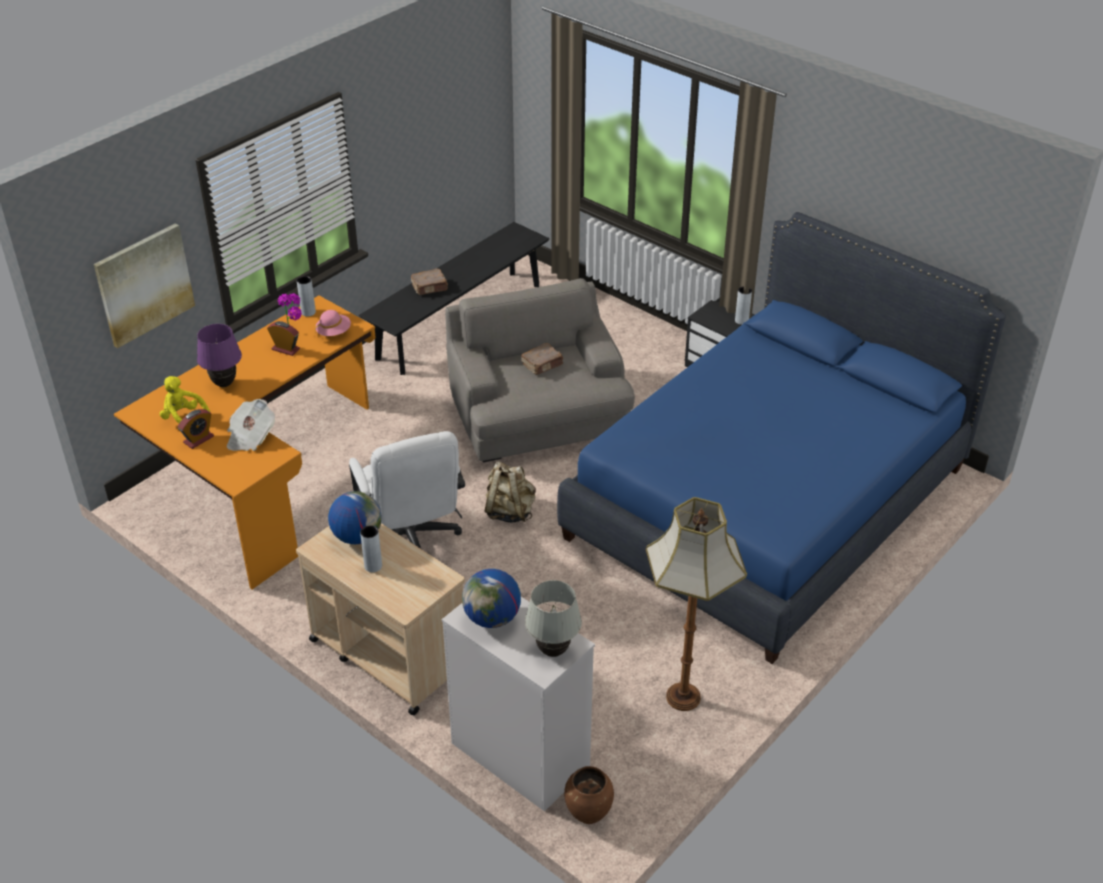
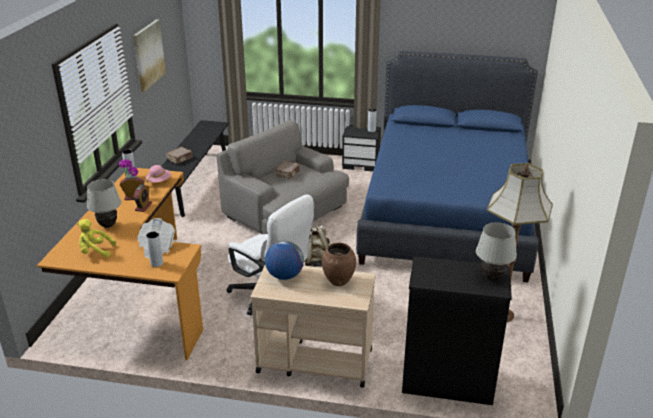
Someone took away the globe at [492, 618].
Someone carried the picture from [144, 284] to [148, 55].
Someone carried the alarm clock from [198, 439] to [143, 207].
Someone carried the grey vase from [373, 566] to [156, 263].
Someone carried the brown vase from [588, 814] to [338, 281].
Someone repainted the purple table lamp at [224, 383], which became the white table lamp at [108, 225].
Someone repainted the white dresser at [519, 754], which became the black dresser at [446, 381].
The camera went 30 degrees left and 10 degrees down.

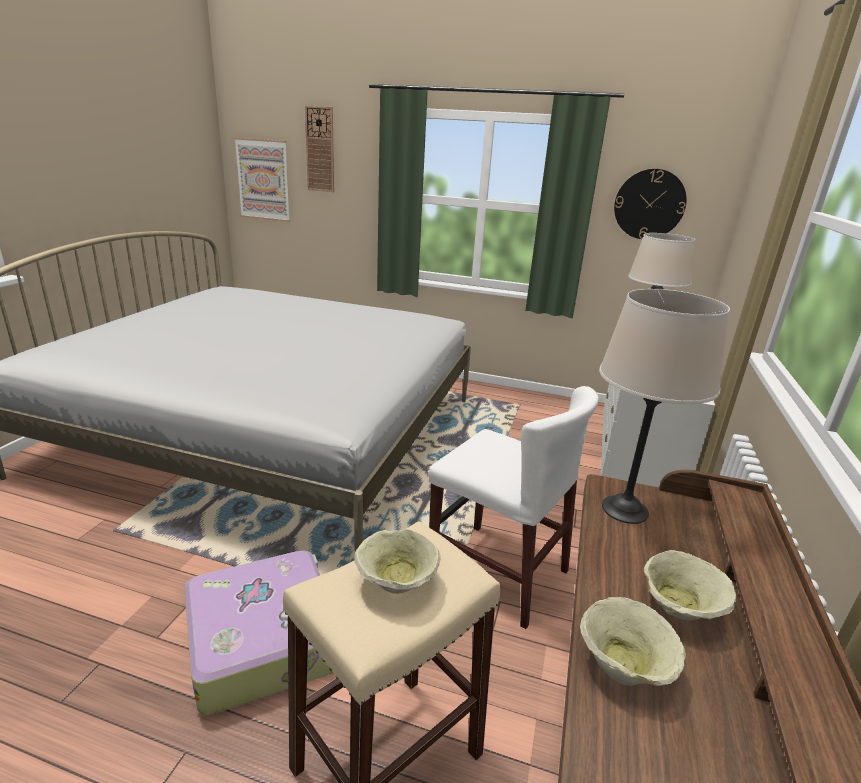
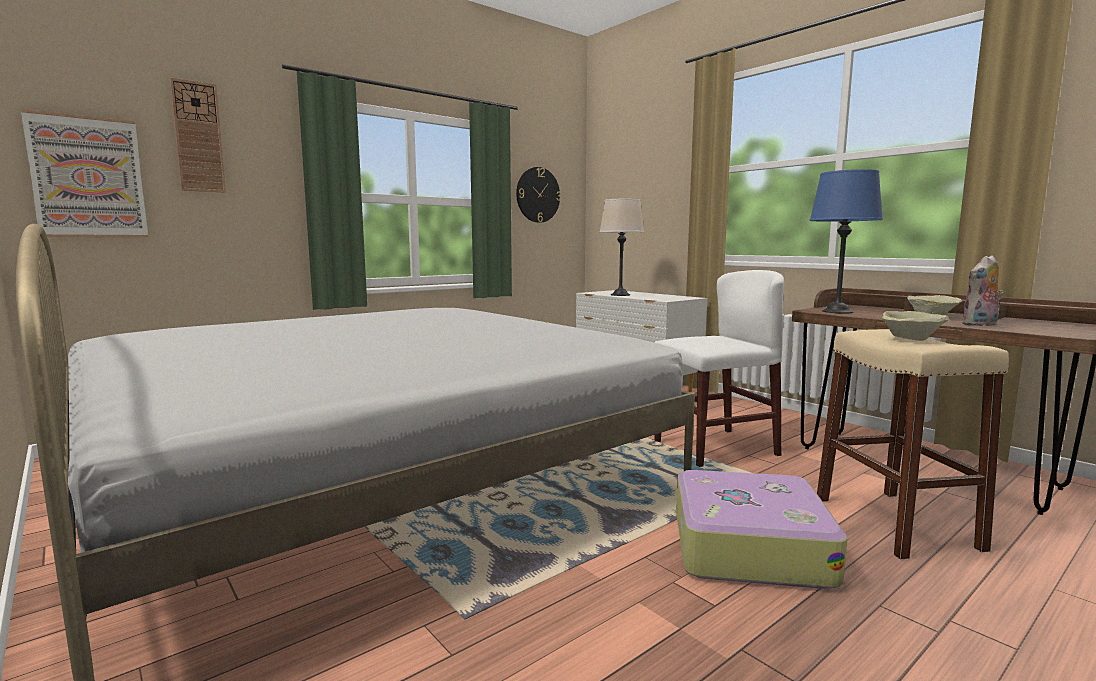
Someone swapped the beige bowl at [625, 665] for the plush toy at [980, 325].
Someone repainted the beige table lamp at [625, 509], which became the blue table lamp at [837, 311].
The camera went 55 degrees left and 15 degrees down.

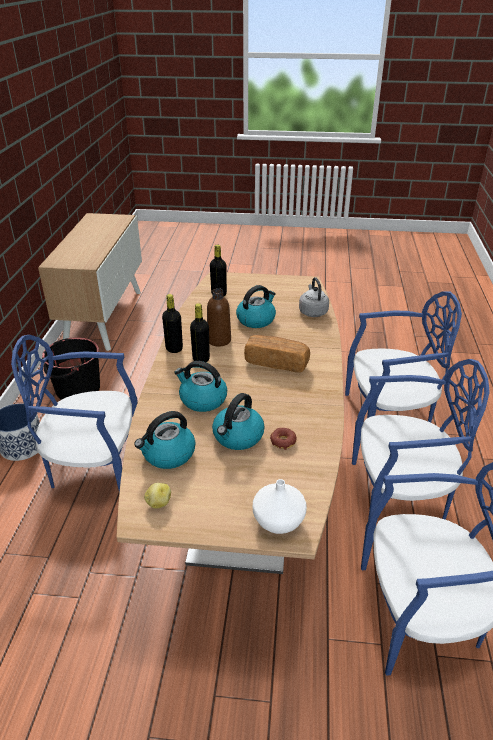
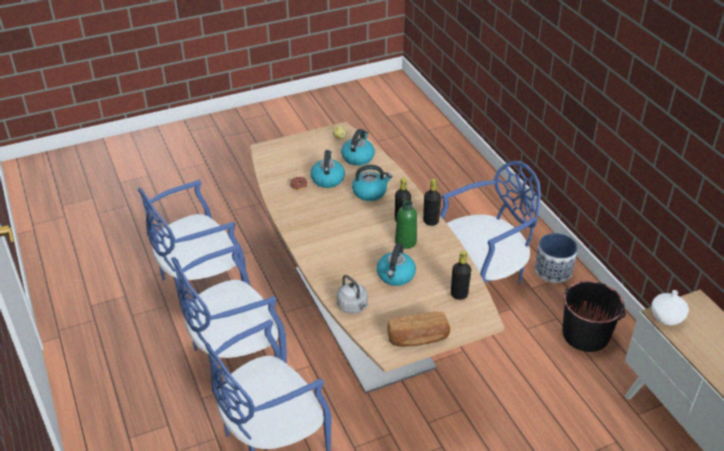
Someone carried the bread from [276, 362] to [418, 338].
Someone carried the white vase from [279, 520] to [666, 318].
Someone repainted the brown bottle at [219, 340], which became the green bottle at [405, 242].
The camera went 150 degrees right and 5 degrees up.

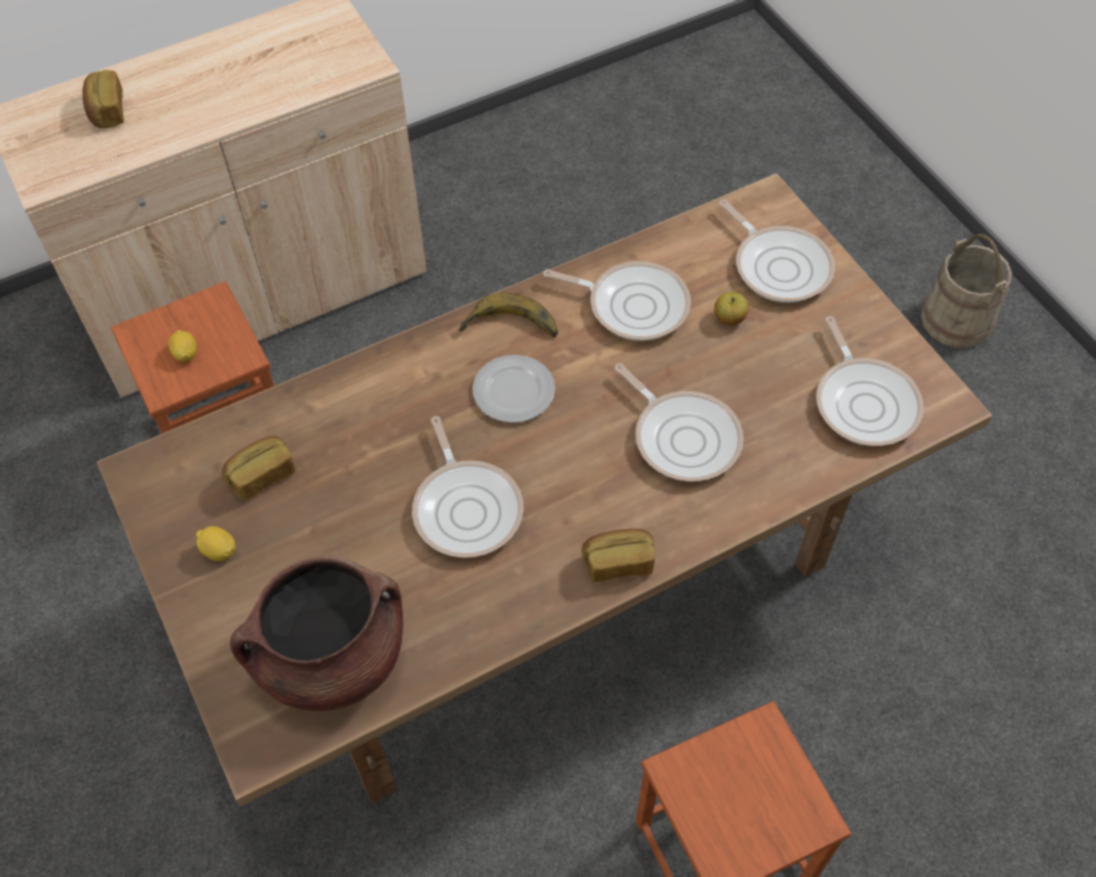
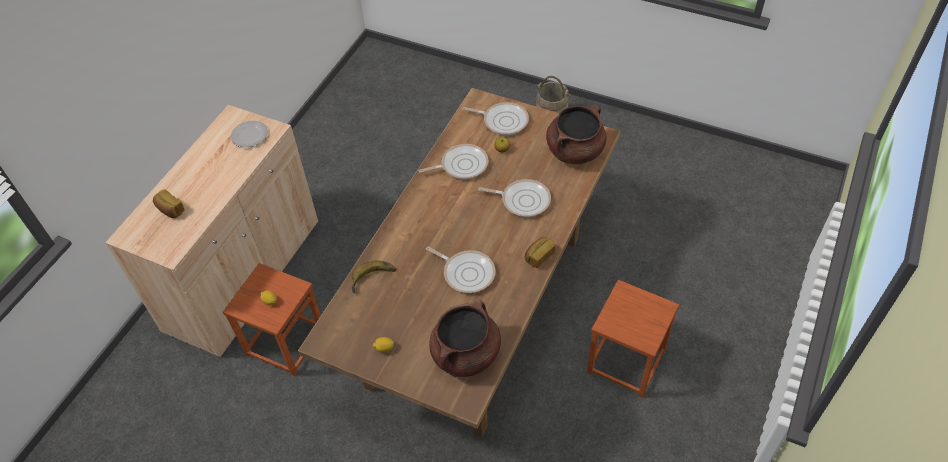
Someone took away the bread at [261, 475].
Someone carried the banana from [510, 330] to [374, 279].
Someone carried the plate from [513, 392] to [250, 136].
Someone swapped the frying pan at [864, 401] for the brown cooking pot at [575, 151].
The camera went 35 degrees left and 5 degrees down.

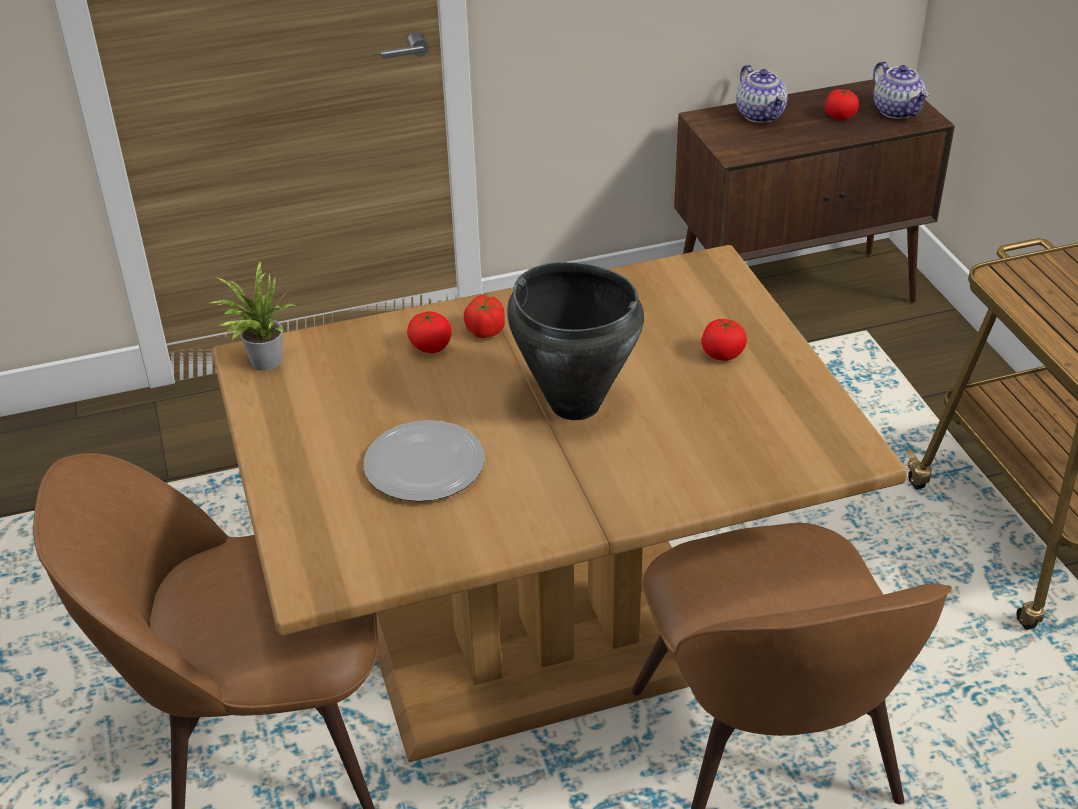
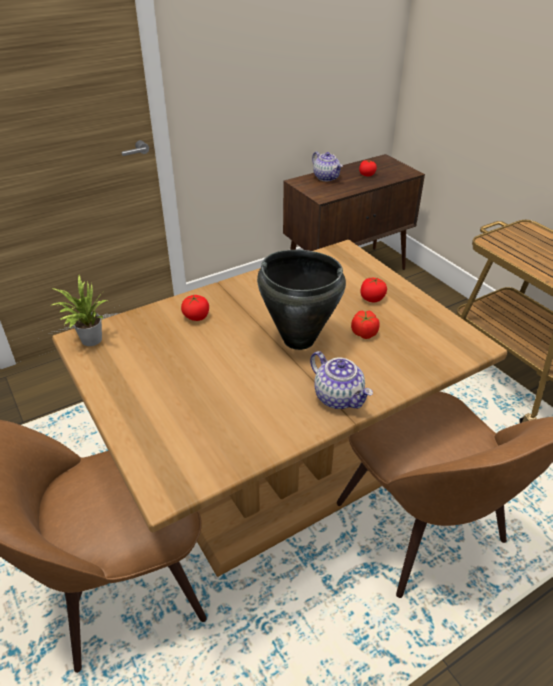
Someone took away the plate at [425, 466].
Someone carried the tomato from [485, 331] to [364, 333].
Someone carried the teapot from [897, 111] to [339, 397].
The camera went 15 degrees left and 0 degrees up.

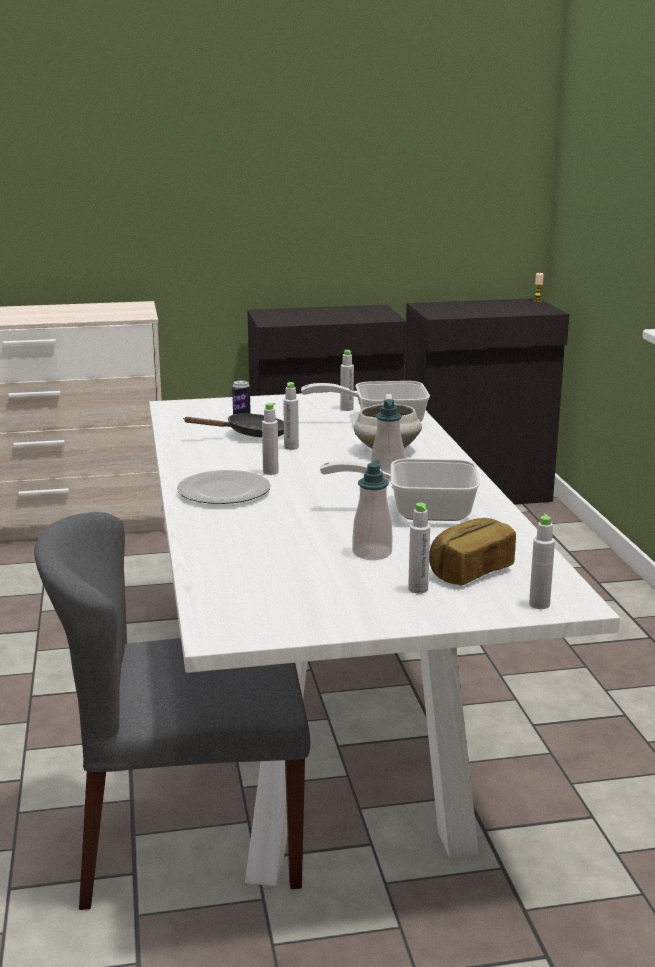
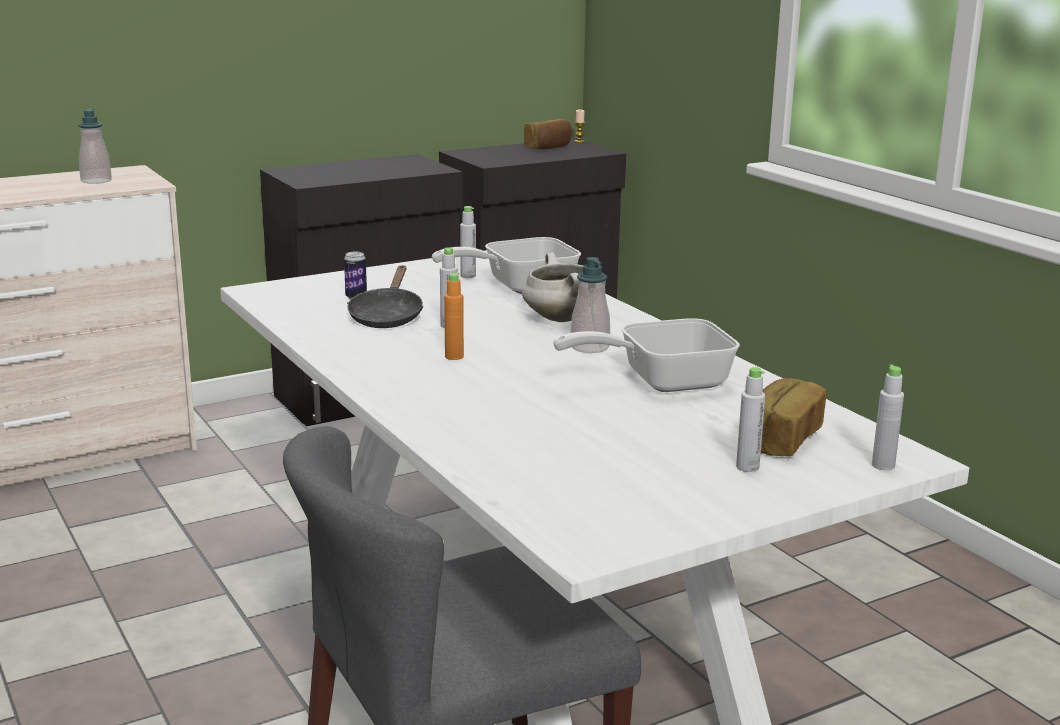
Someone took away the plate at [223, 492].
Someone put down the bread at [549, 148].
Someone carried the soap dispenser from [372, 553] to [96, 181].
Someone repainted the grey bottle at [270, 472], which became the orange bottle at [454, 357].
Someone rotated the black frying pan at [250, 435] by 135 degrees clockwise.
The camera went 20 degrees left and 0 degrees up.

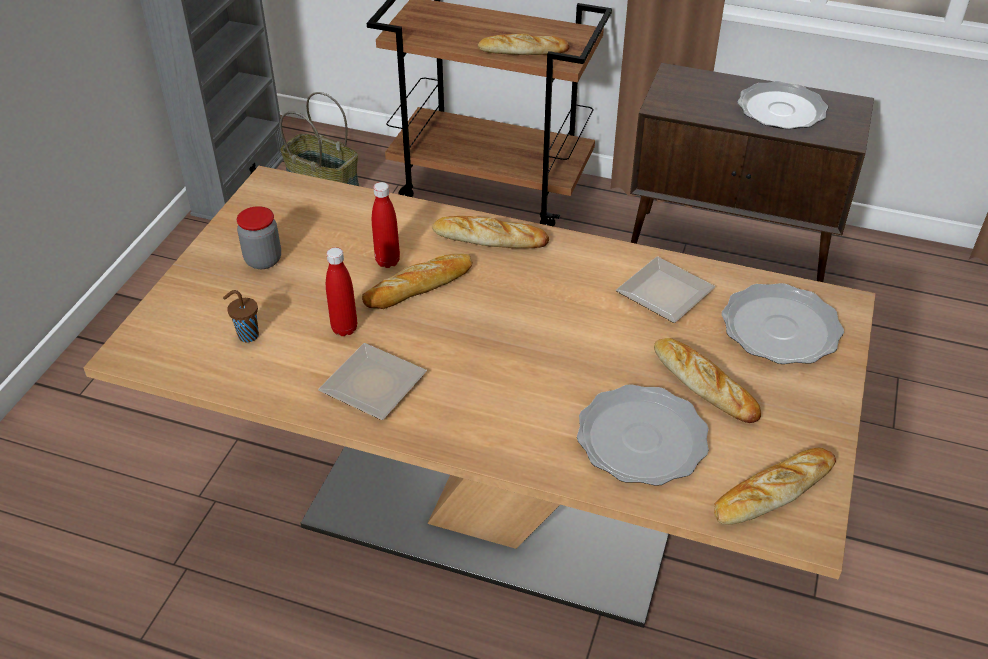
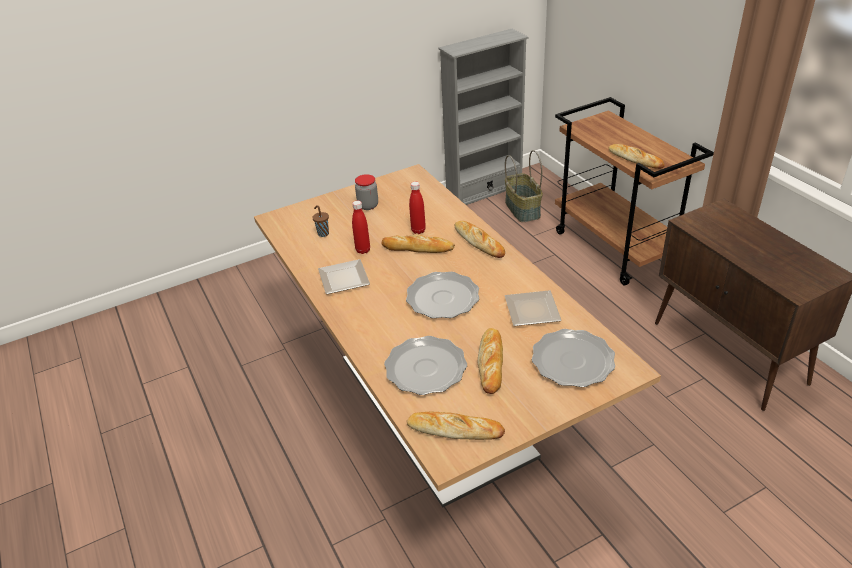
Someone carried the plate from [780, 110] to [442, 298].
The camera went 45 degrees right and 5 degrees down.

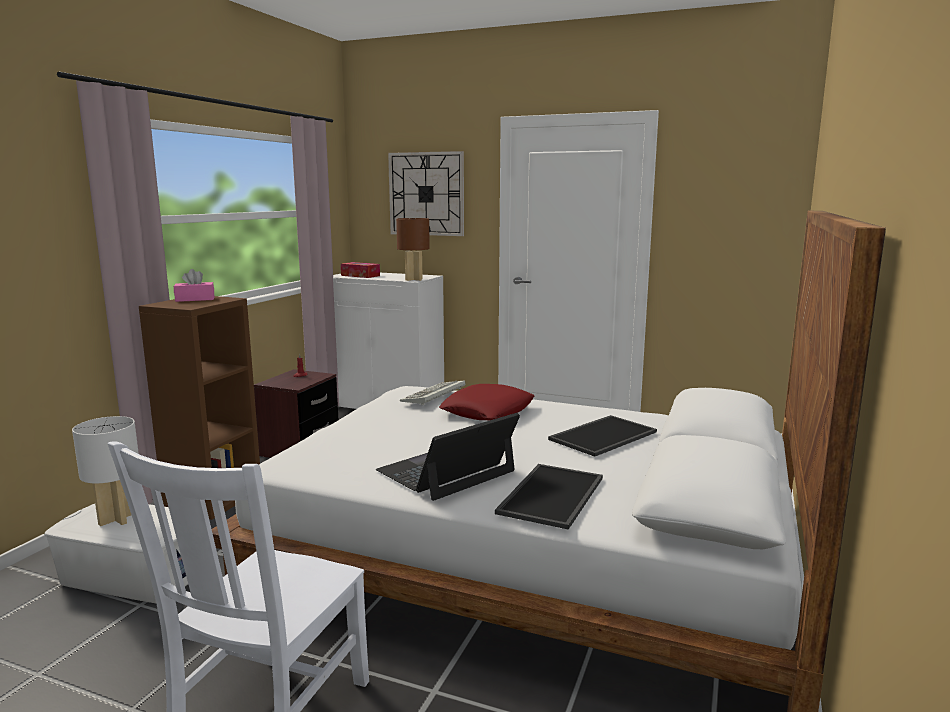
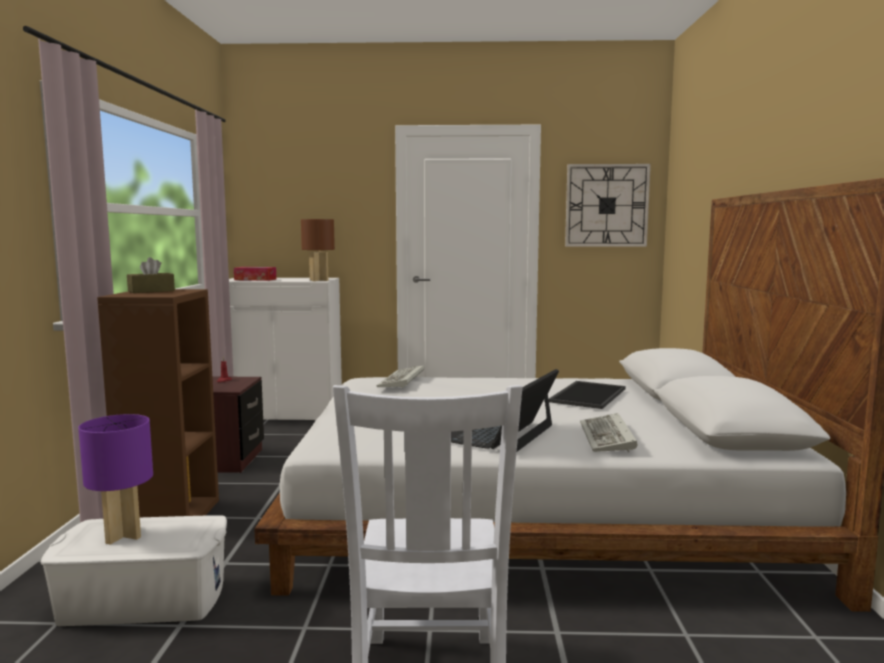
Someone took away the red pillow at [488, 411].
Someone carried the wall clock from [426, 194] to [606, 205].
Someone swapped the tray at [553, 496] for the keyboard at [608, 438].
Someone repainted the white table lamp at [116, 519], which became the purple table lamp at [123, 536].
Someone repainted the pink tissue box at [195, 299], which became the brown tissue box at [151, 291].
The camera went 20 degrees left and 5 degrees down.

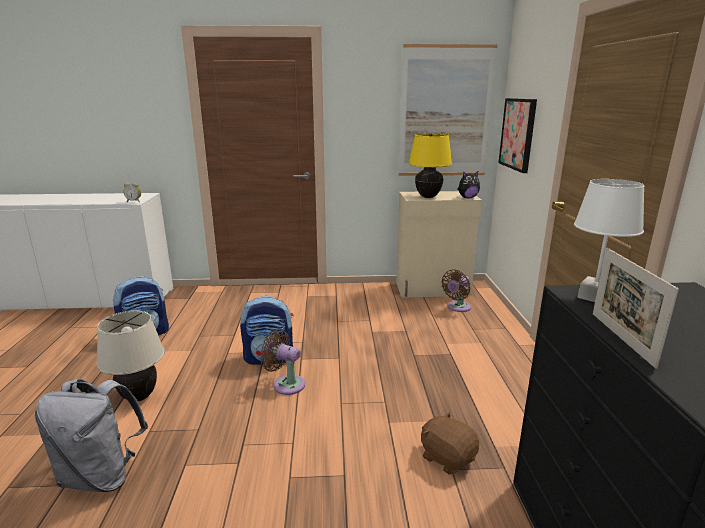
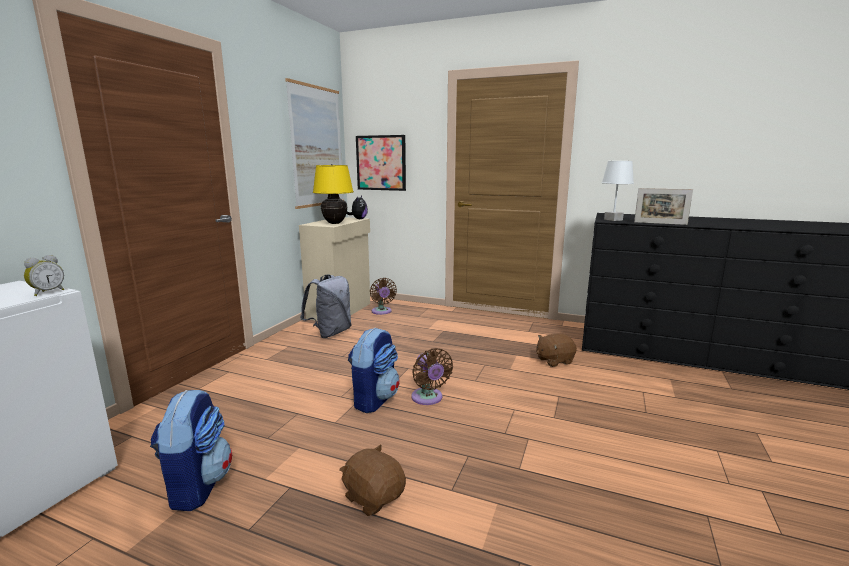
Someone carried the grey backpack from [102, 475] to [330, 333].
Someone swapped the beige table lamp at [138, 397] for the brown plush toy at [374, 497].
Someone rotated the brown fan at [286, 384] by 75 degrees counterclockwise.
The camera went 65 degrees left and 5 degrees down.

